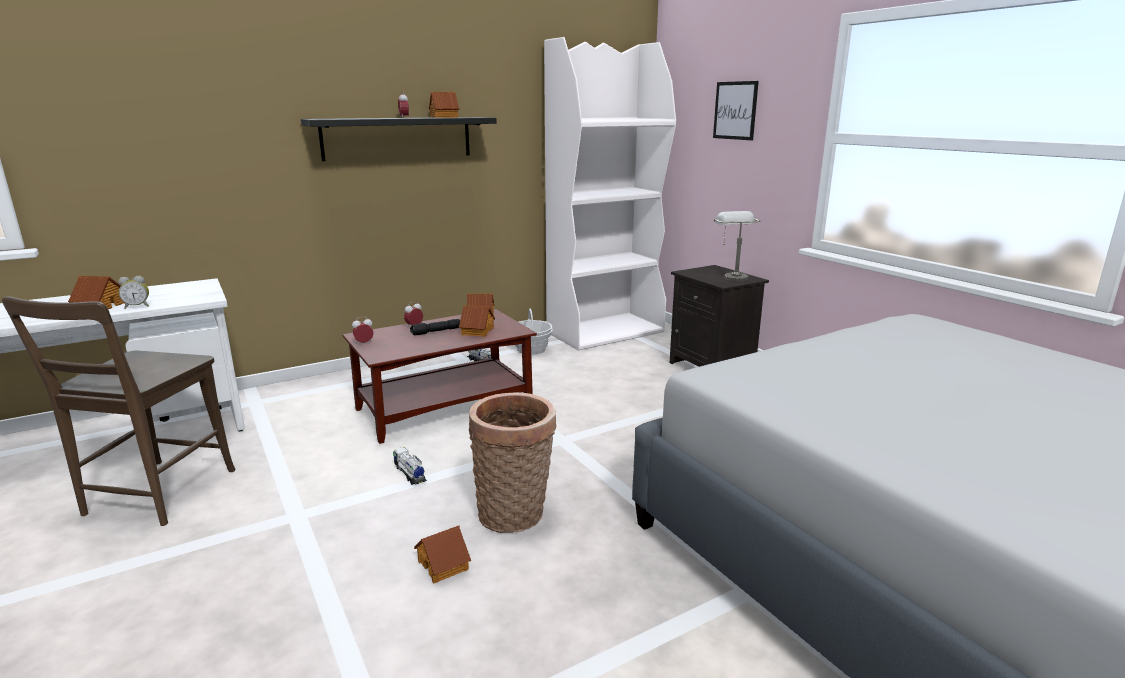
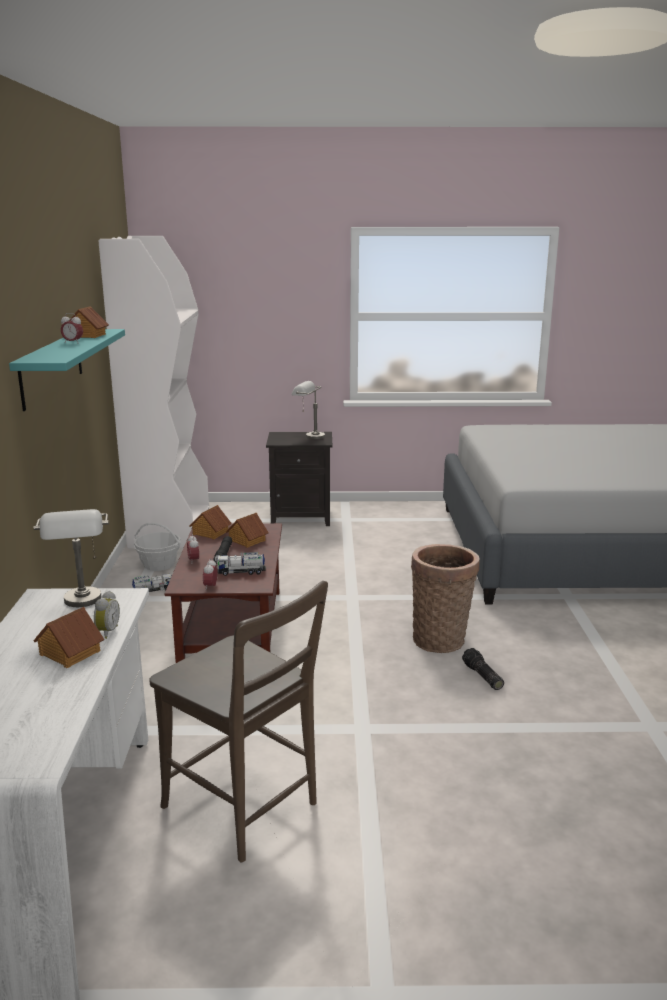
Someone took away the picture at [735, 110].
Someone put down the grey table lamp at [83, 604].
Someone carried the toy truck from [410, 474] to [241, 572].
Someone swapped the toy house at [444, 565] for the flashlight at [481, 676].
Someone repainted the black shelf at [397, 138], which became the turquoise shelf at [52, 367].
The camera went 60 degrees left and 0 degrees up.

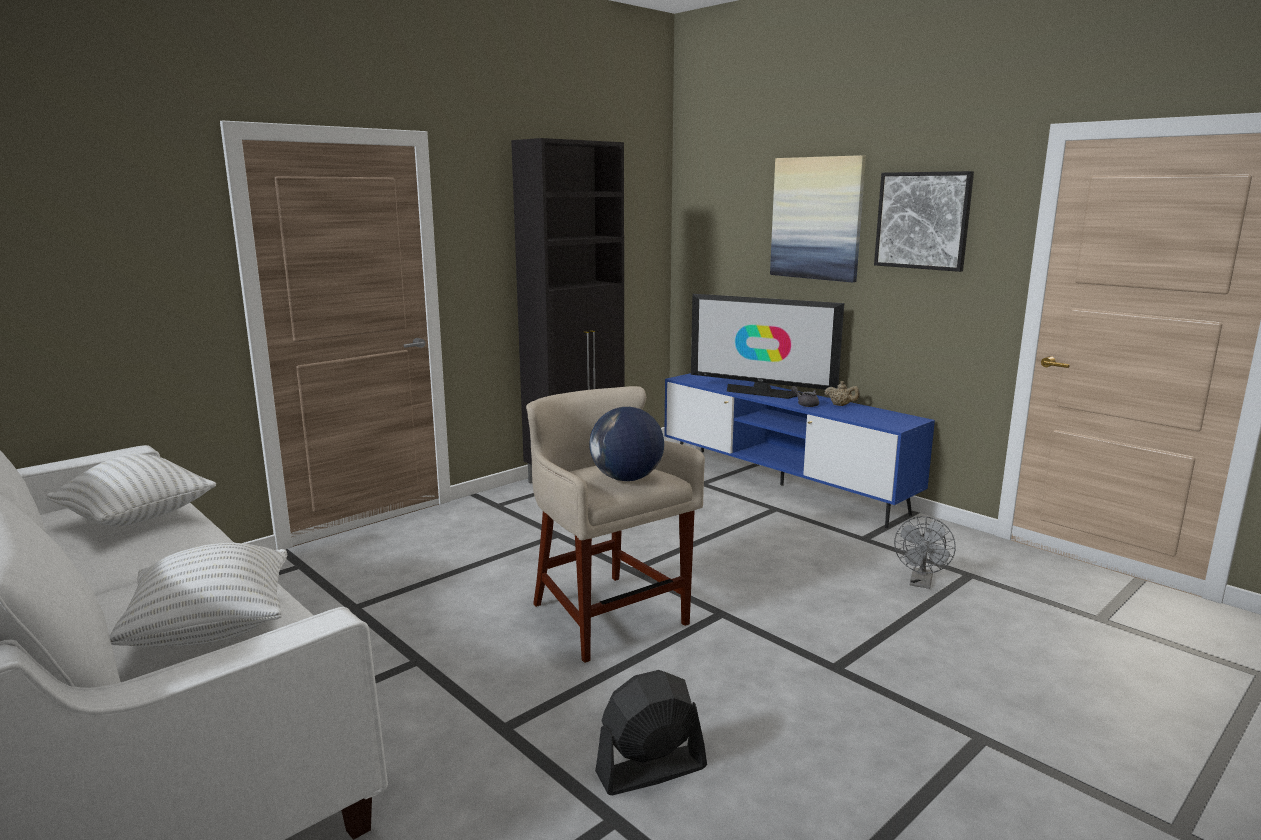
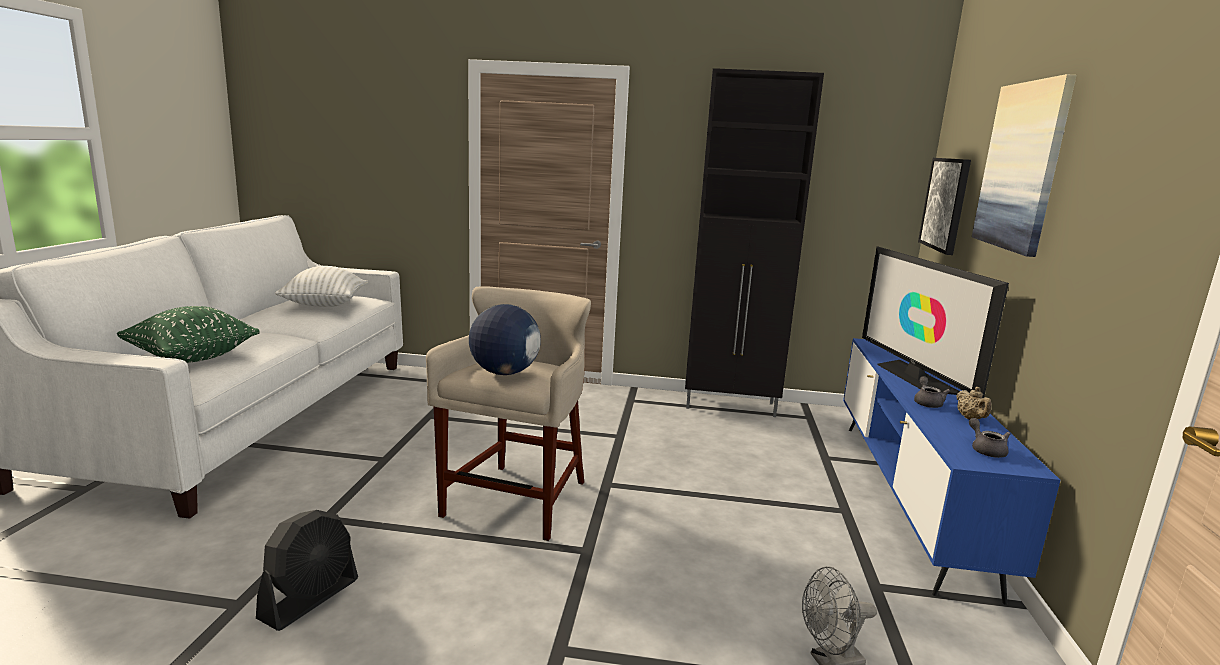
Someone put down the grey teapot at [986, 450].
Someone carried the picture from [923, 220] to [945, 204].
Someone repainted the white pillow at [212, 630], which became the green pillow at [192, 357].
Someone rotated the black fan at [650, 770] by 90 degrees clockwise.
The camera went 50 degrees right and 0 degrees up.

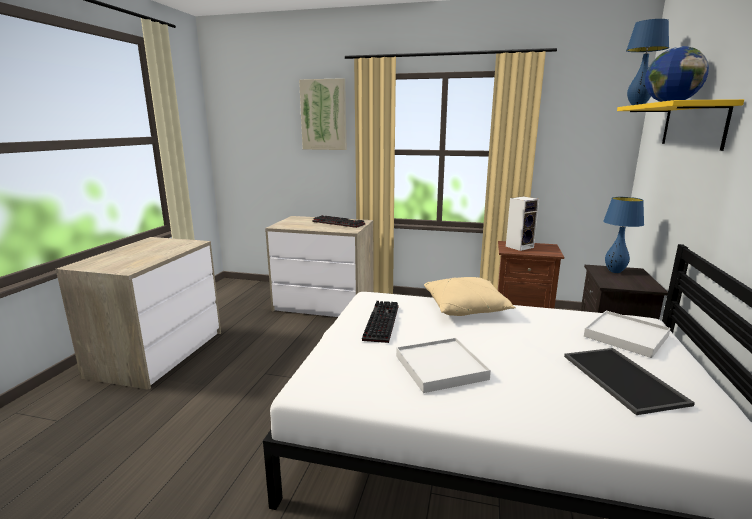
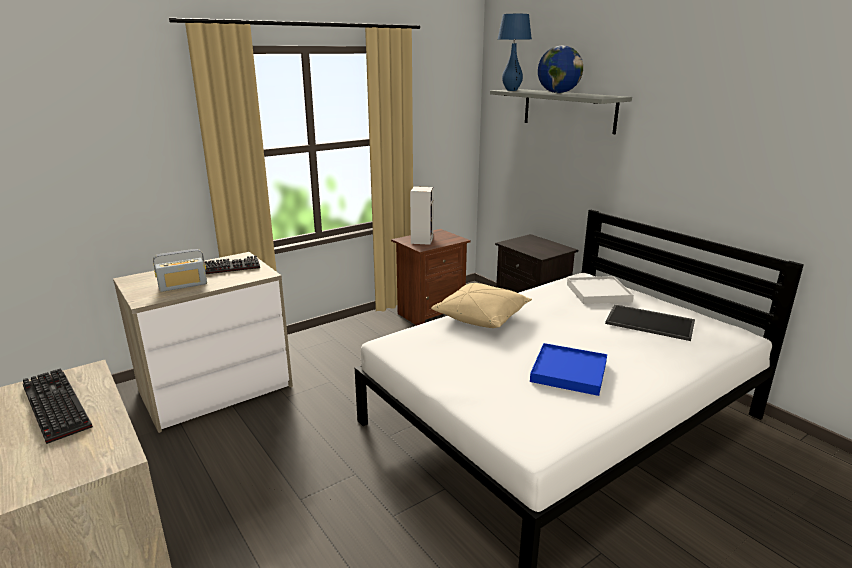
Someone took away the picture at [323, 115].
Someone took away the blue table lamp at [615, 271].
Someone put down the radio at [183, 285].
Someone carried the keyboard from [380, 322] to [52, 406].
Someone repainted the white tray at [440, 367], which became the blue tray at [569, 372].
Someone repainted the yellow shelf at [693, 125], which became the grey shelf at [568, 110].
The camera went 50 degrees left and 5 degrees up.

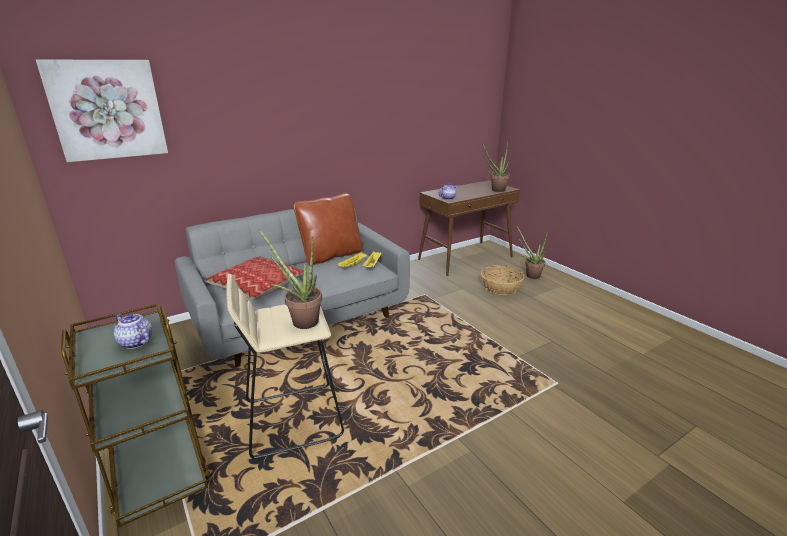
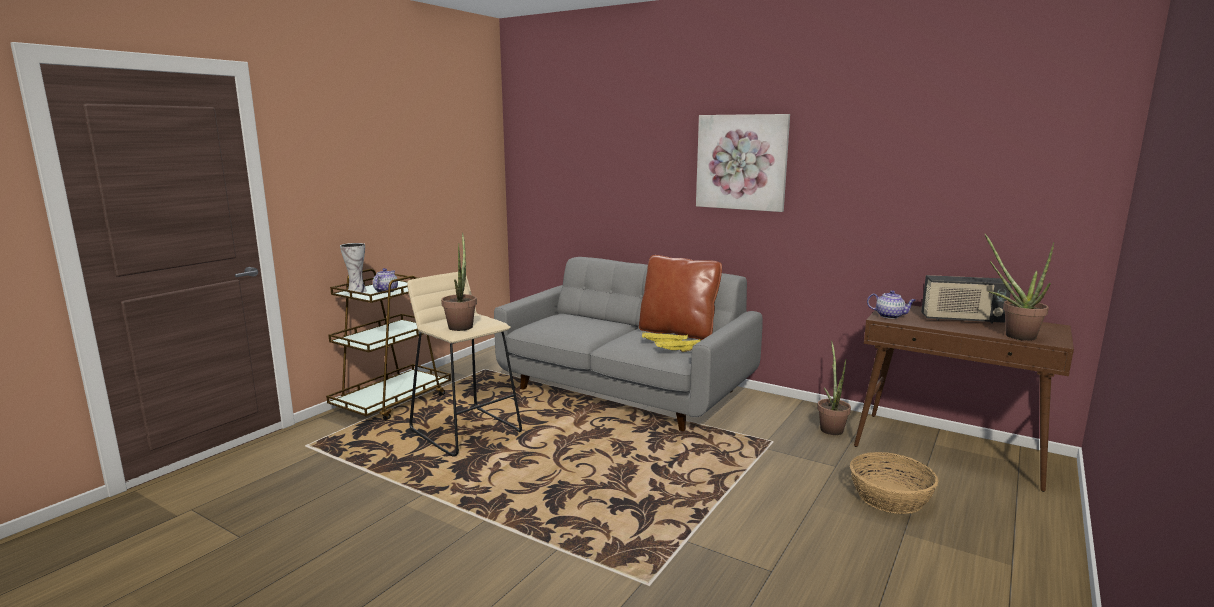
Someone took away the pillow at [257, 285].
Someone put down the vase at [357, 291].
Someone put down the radio at [961, 319].
Someone carried the picture from [107, 110] to [742, 162].
Someone carried the potted plant from [530, 275] to [830, 428].
The camera went 65 degrees right and 10 degrees down.

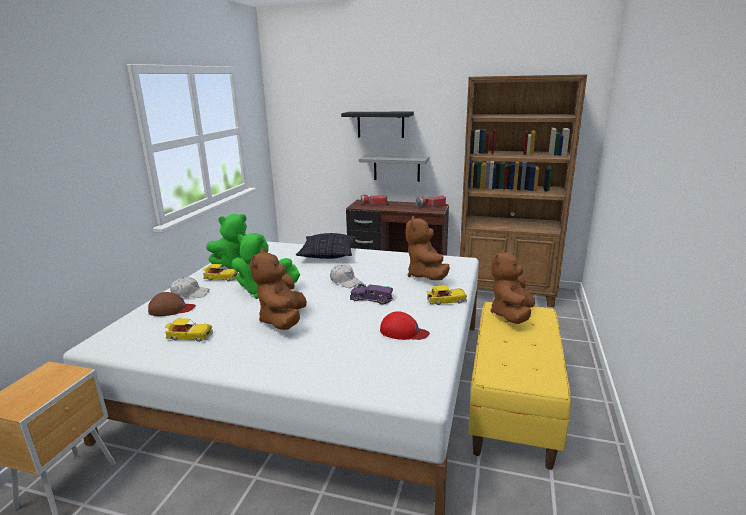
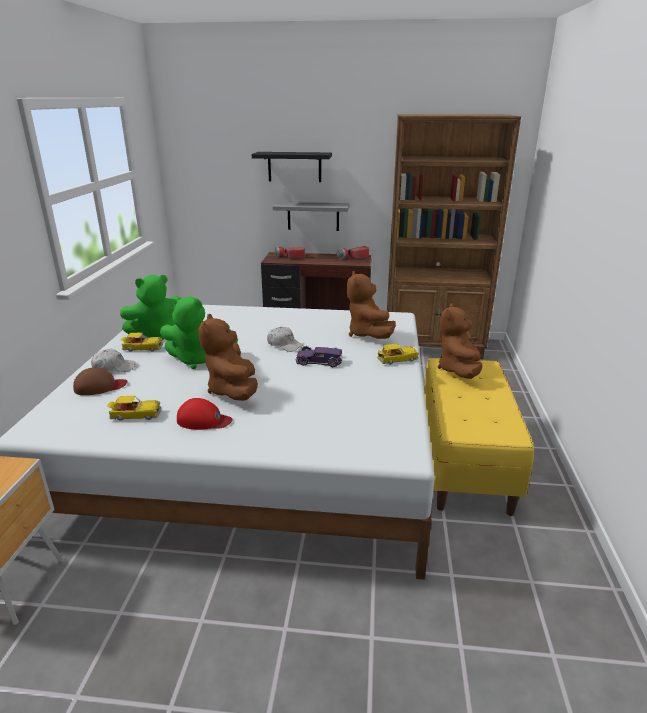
Someone took away the pillow at [328, 255].
Someone carried the red cap from [403, 332] to [203, 420].
The camera went 10 degrees left and 5 degrees up.

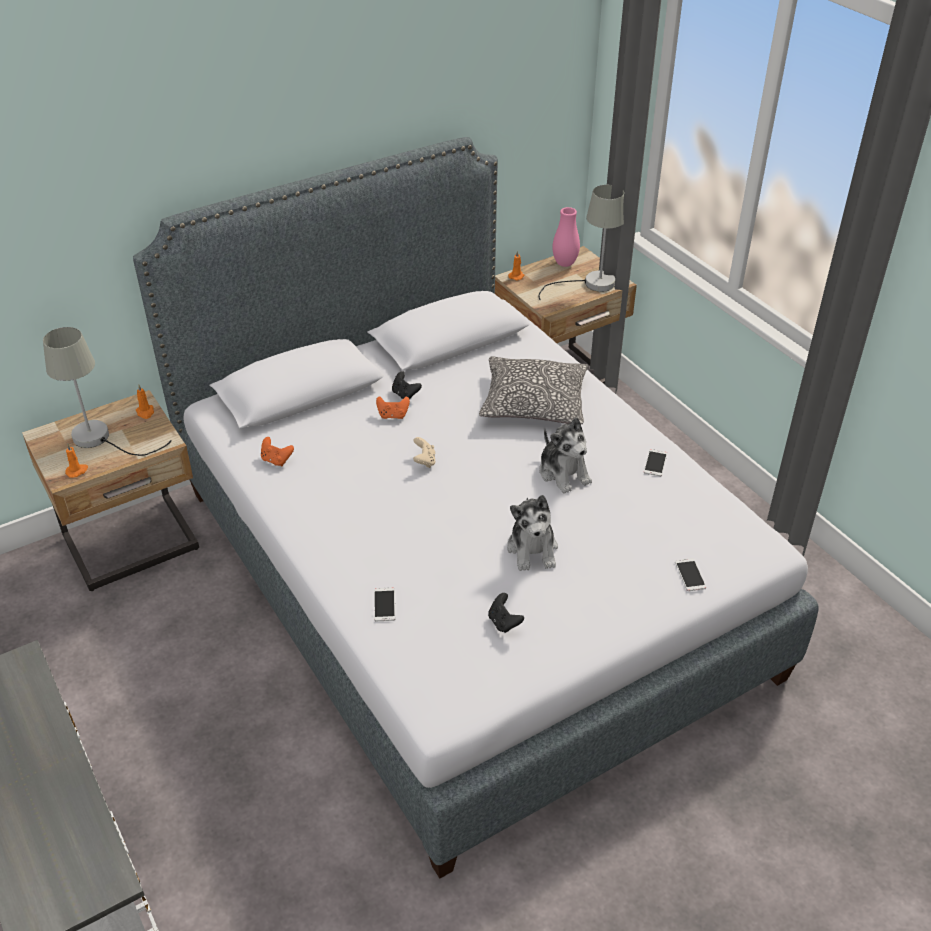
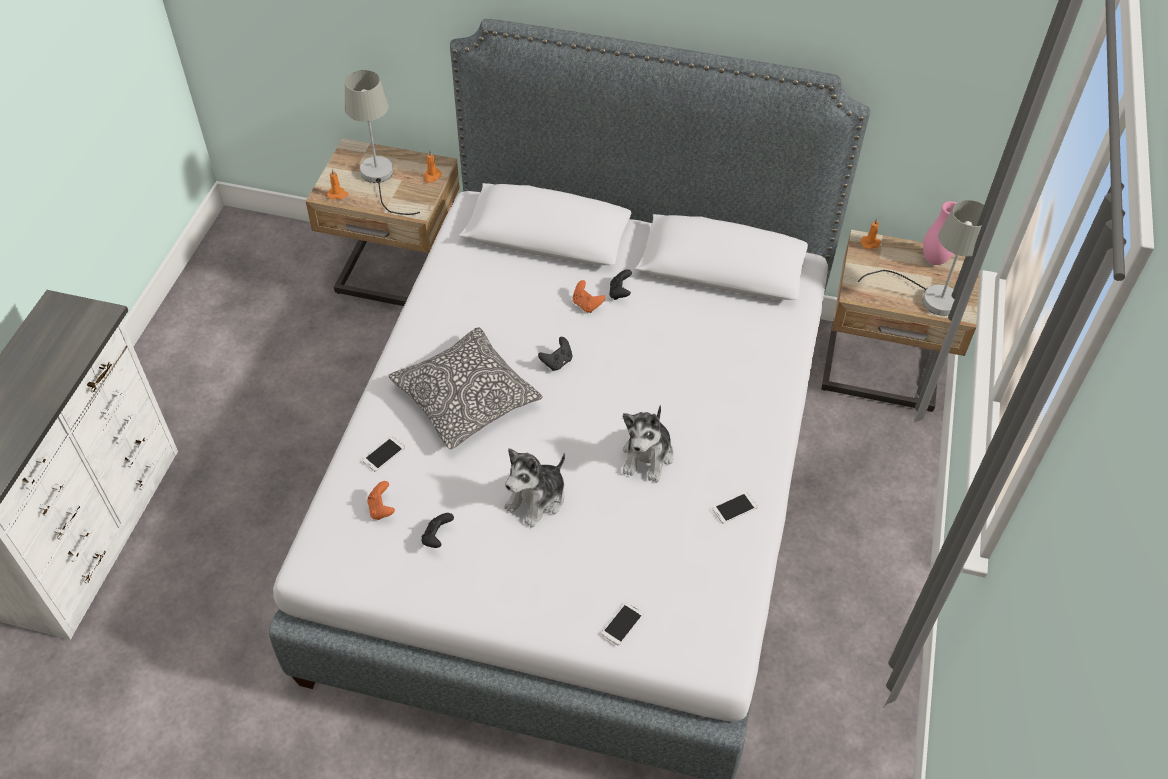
Someone carried the orange game controller from [276, 460] to [381, 509].
Someone carried the pillow from [534, 403] to [466, 398].
Someone repainted the beige game controller at [424, 461], which became the black game controller at [557, 362].
The camera went 45 degrees right and 10 degrees up.

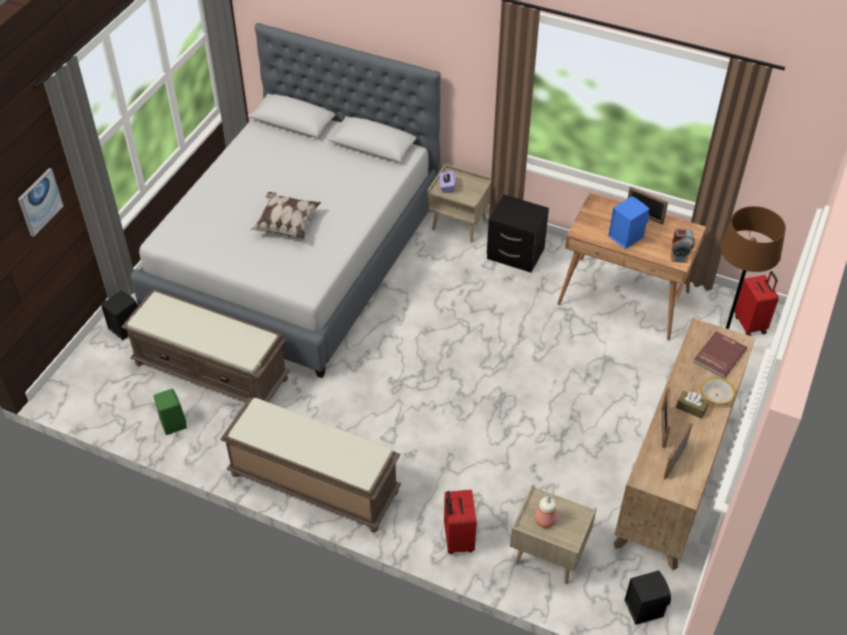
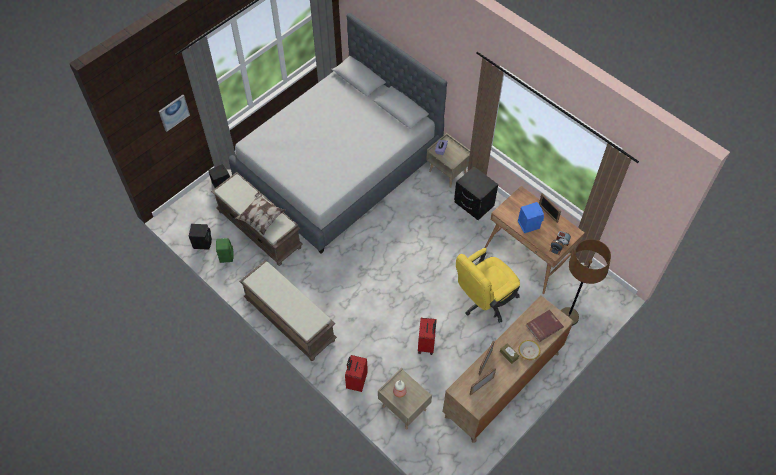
Someone put down the yellow office chair at [484, 301].
Someone carried the pillow from [287, 225] to [261, 218].
Someone carried the black speaker from [643, 607] to [202, 242].
Someone carried the red suitcase from [750, 324] to [427, 344].
The camera went 20 degrees right and 10 degrees up.

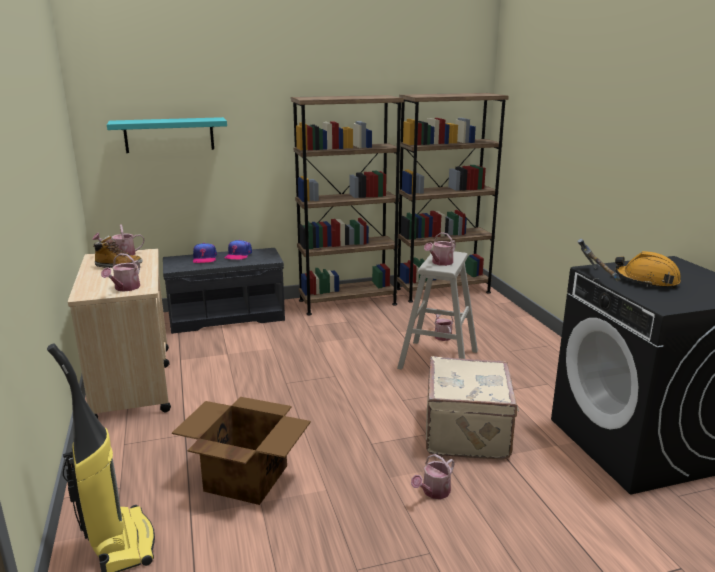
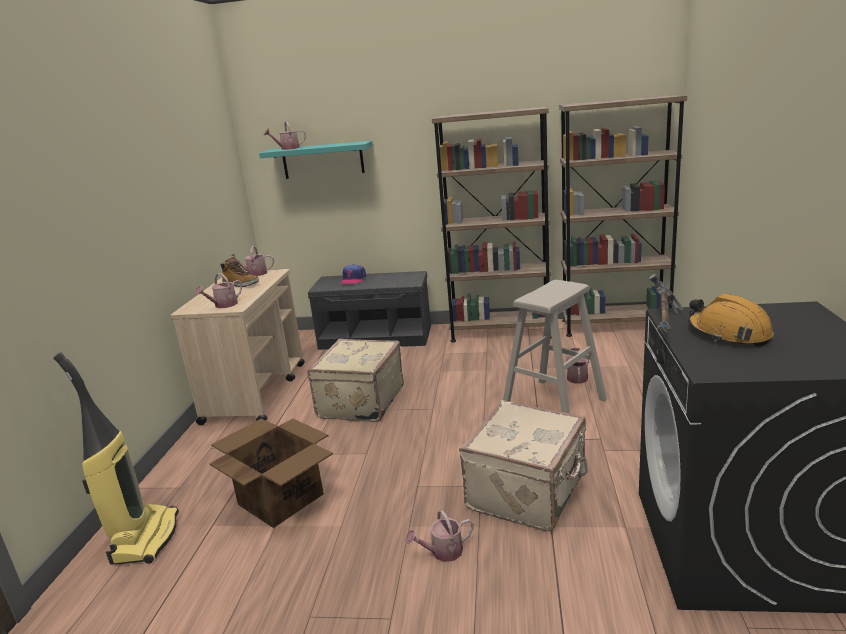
Someone took away the cap at [238, 255].
Someone put down the beige suitcase at [359, 402].
Someone carried the watering can from [440, 263] to [287, 149].
The camera went 25 degrees right and 0 degrees up.

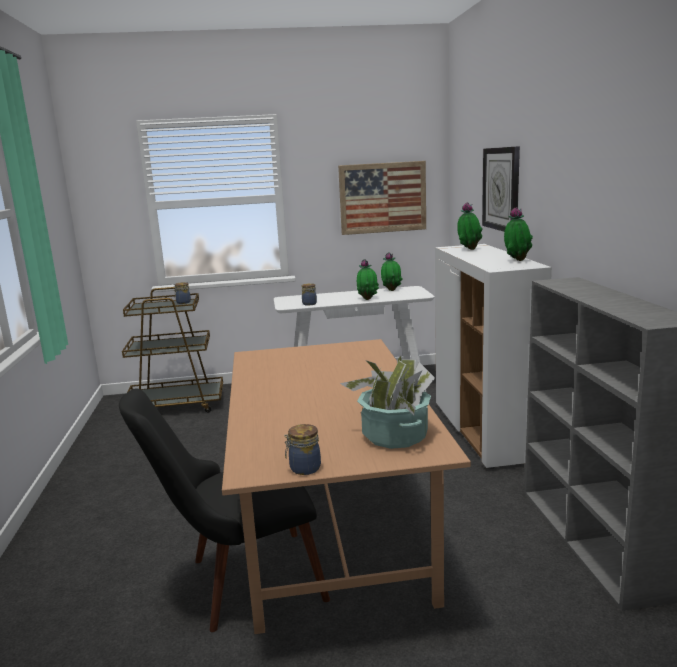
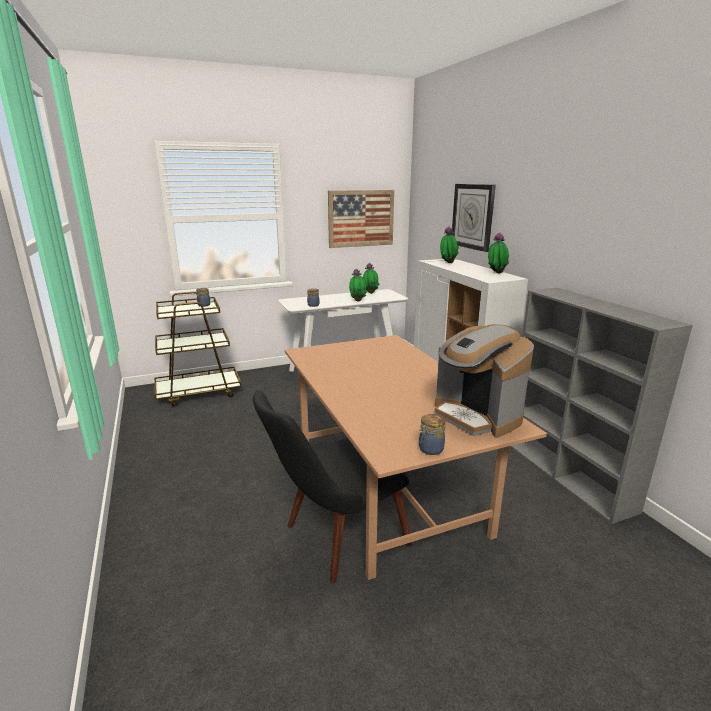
Someone swapped the potted plant at [395, 436] for the coffee machine at [476, 416].
The camera went 15 degrees left and 5 degrees up.

